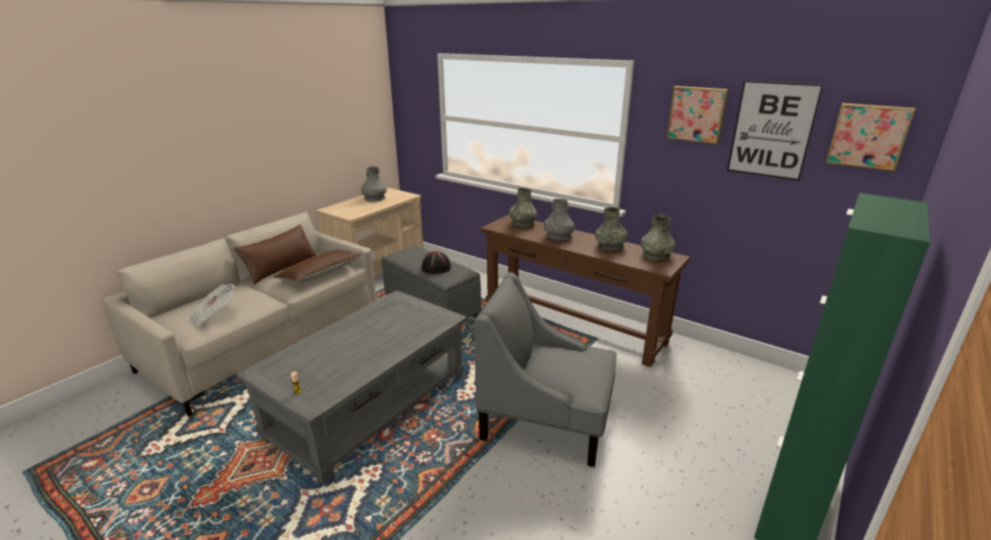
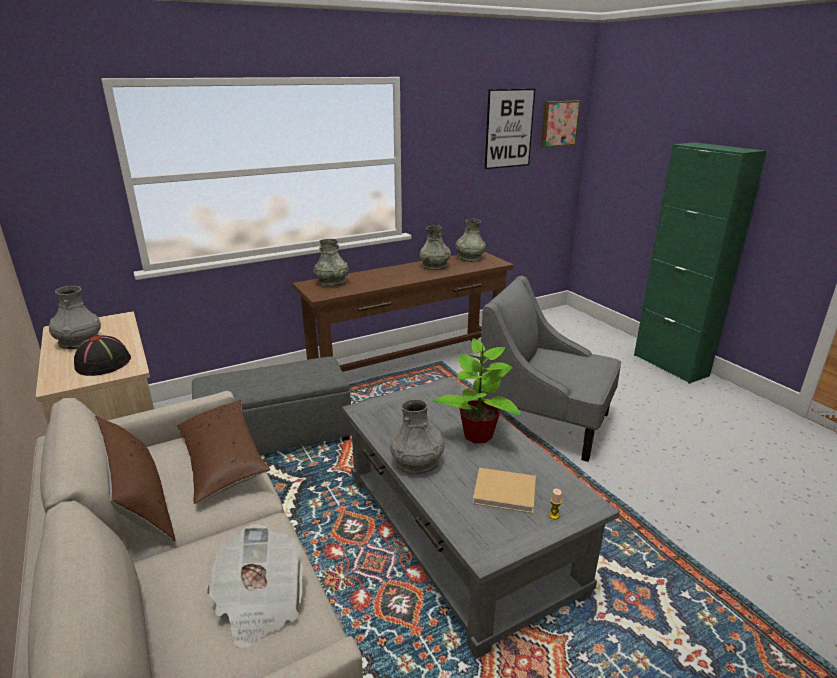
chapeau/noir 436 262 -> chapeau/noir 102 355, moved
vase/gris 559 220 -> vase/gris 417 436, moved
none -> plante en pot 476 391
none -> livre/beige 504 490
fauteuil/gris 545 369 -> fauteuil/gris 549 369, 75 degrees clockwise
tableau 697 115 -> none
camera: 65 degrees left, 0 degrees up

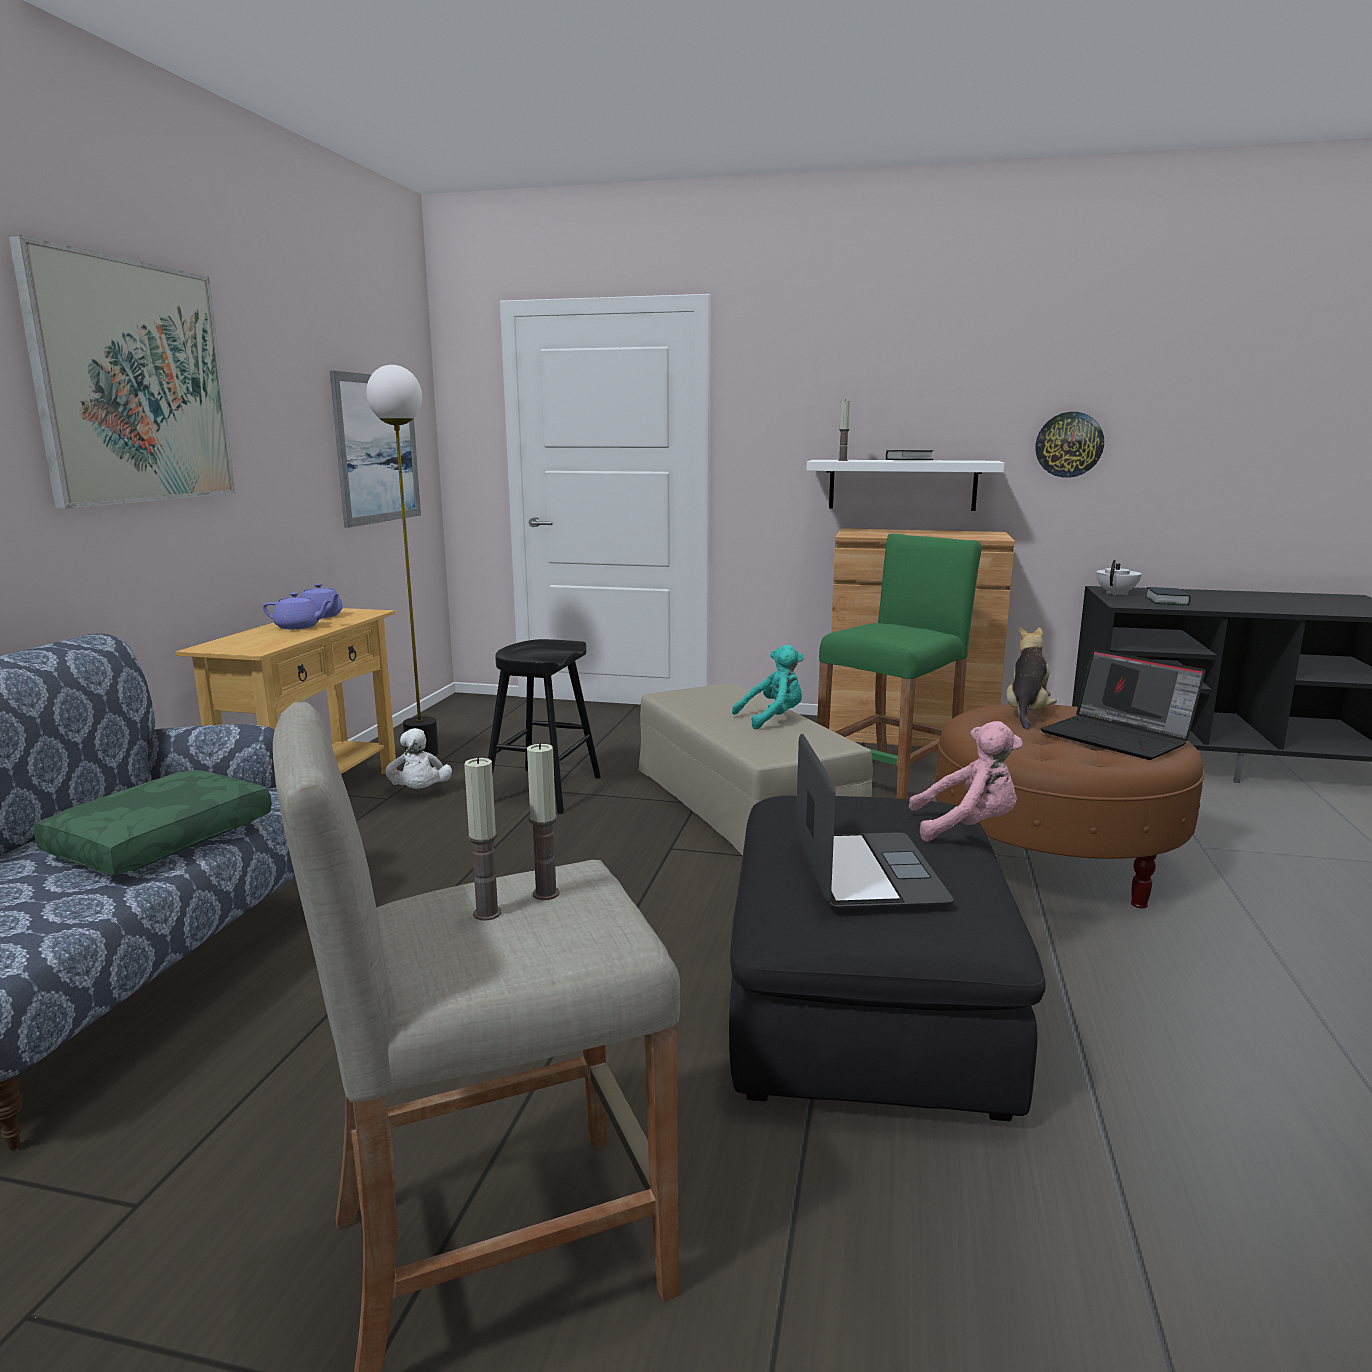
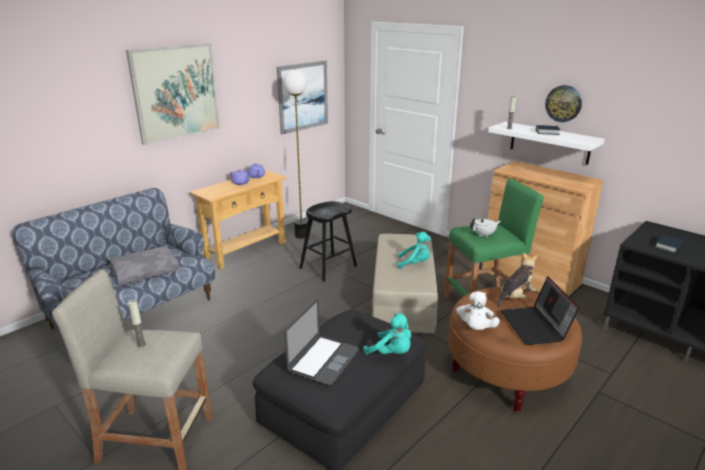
coussin/vert 153 822 -> coussin/gris 144 265
peluche/rose 965 781 -> peluche/turquoise 387 334
peluche/blanc 418 758 -> peluche/blanc 478 310, moved
théière/blanc 1118 577 -> théière/blanc 485 227, moved
horloge murale 1069 445 -> horloge murale 563 103, moved
bougie 543 821 -> none
camera: 30 degrees right, 10 degrees up

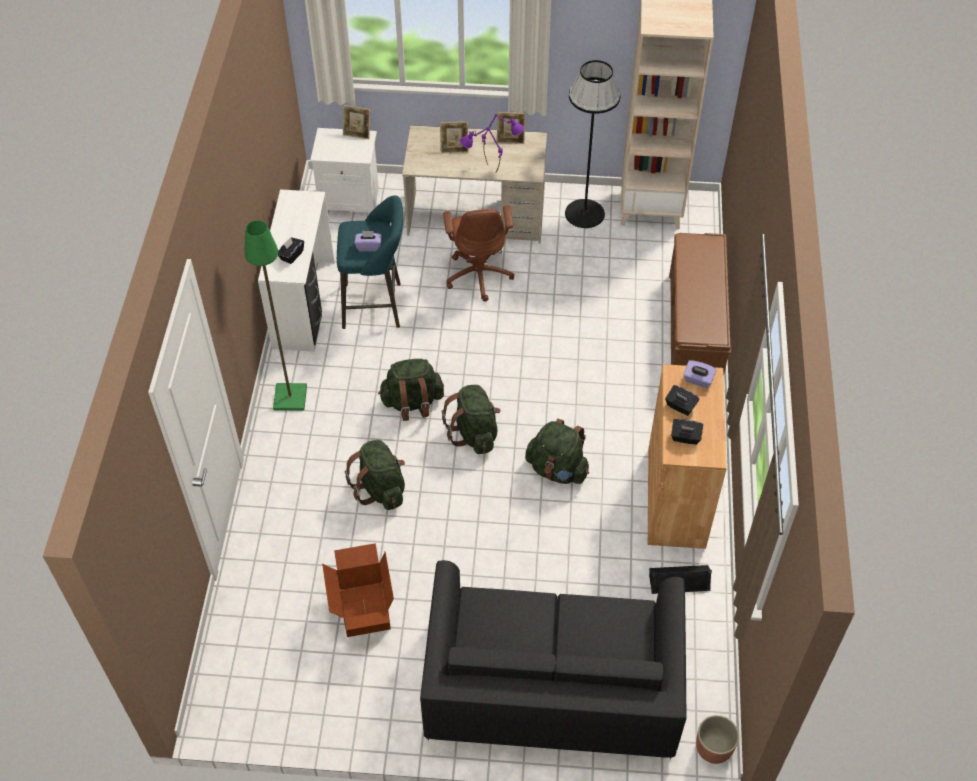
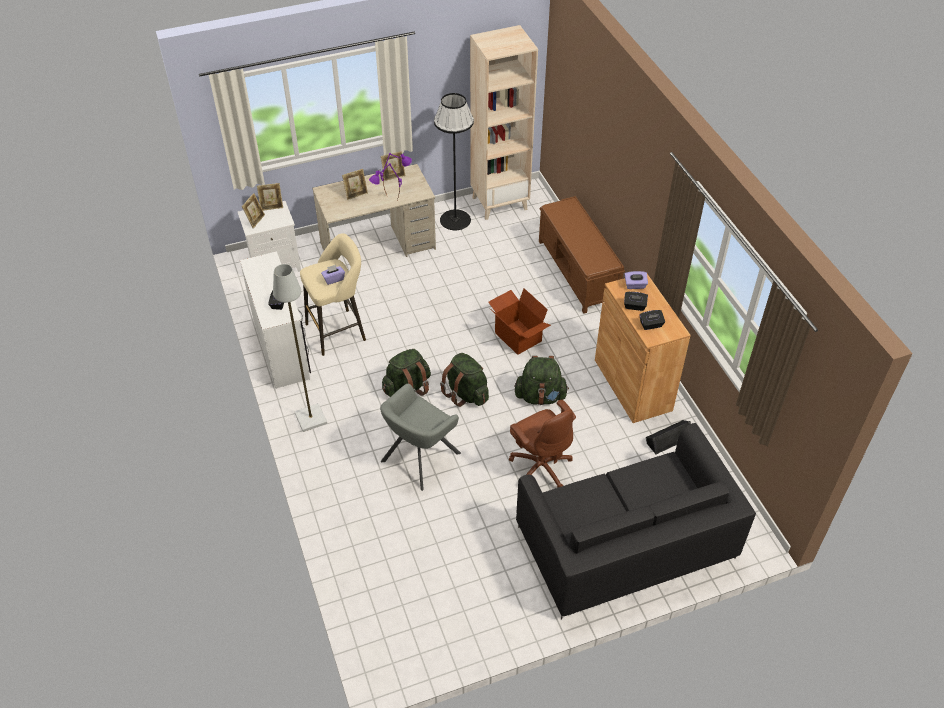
none -> cadre photo 253 210
lampadaire/vert 275 315 -> lampadaire/gris 300 348
tabouret/turquoise 370 262 -> tabouret/beige 333 294
sac à dos/vert 375 475 -> fauteuil/gris 420 437
carton 358 590 -> carton 519 321, moved
chaise de bureau/marron 478 253 -> chaise de bureau/marron 542 444, moved
cache-pot 717 739 -> none
camera: 25 degrees left, 5 degrees down

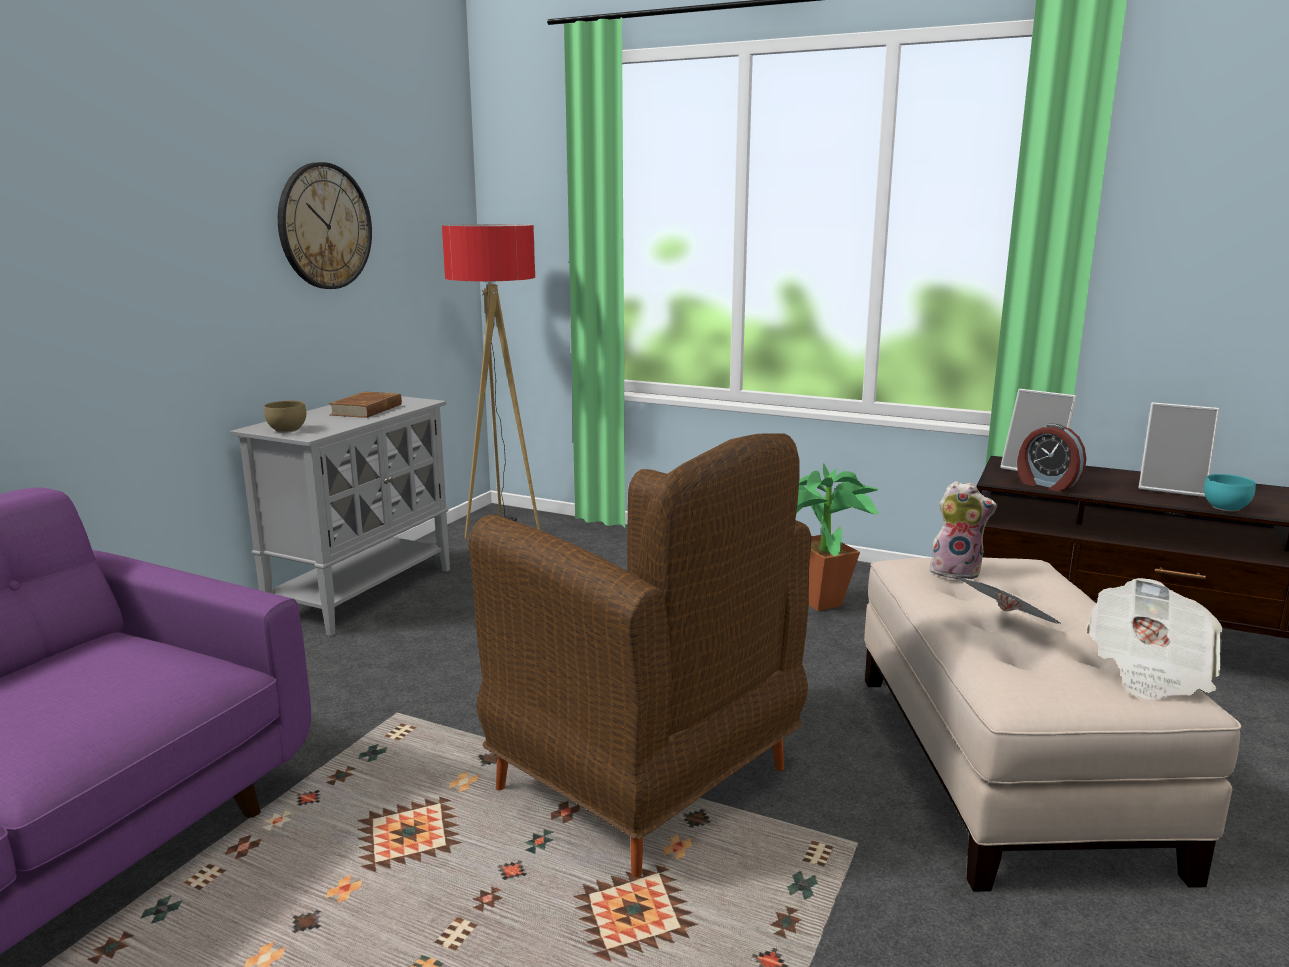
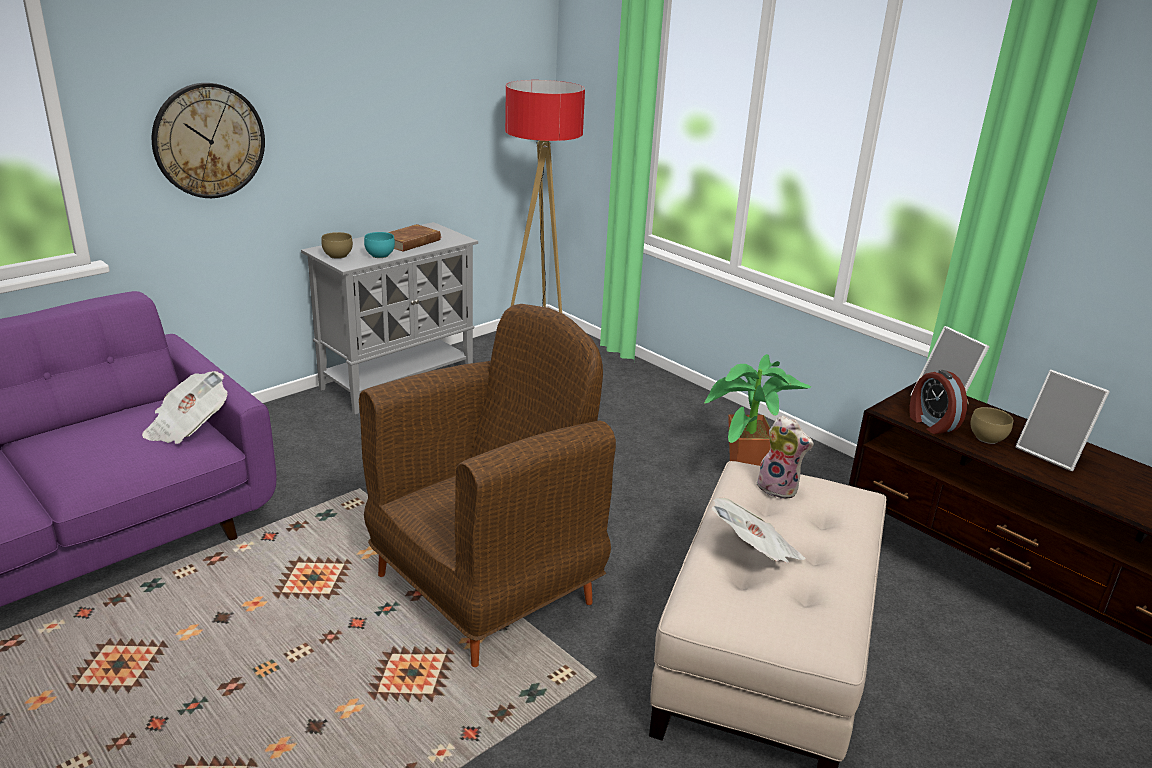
journal 1154 638 -> journal 184 407, moved
horloge murale 325 225 -> horloge murale 208 140, moved
fauteuil/marron 640 655 -> fauteuil/marron 487 485, 105 degrees counterclockwise
bol/turquoise 1230 492 -> bol/turquoise 379 245, moved
none -> bol/marron 992 425
camera: 20 degrees right, 10 degrees up

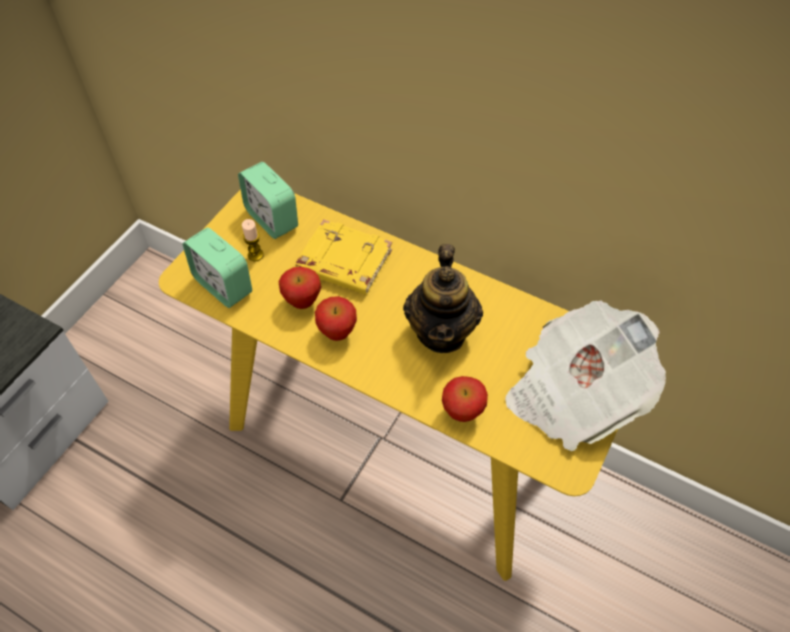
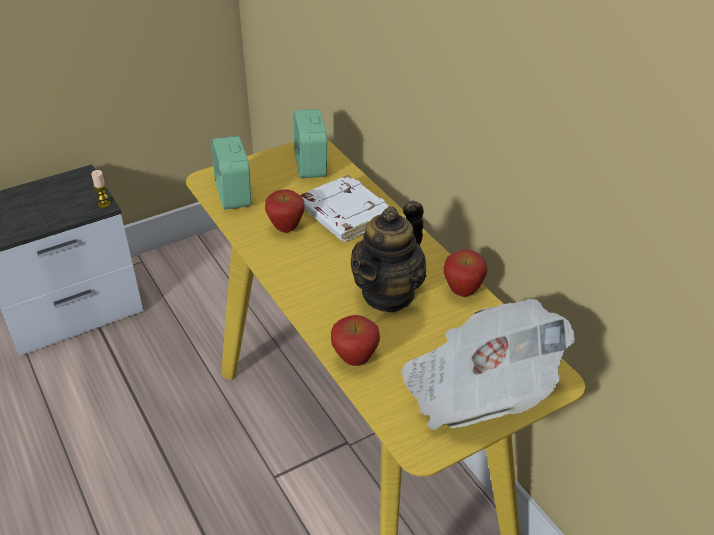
bougie 253 240 -> bougie 101 189, moved
livre/jaune 343 257 -> livre/blanc 345 208
pomme 336 318 -> pomme 465 273, moved
camera: 30 degrees right, 15 degrees down

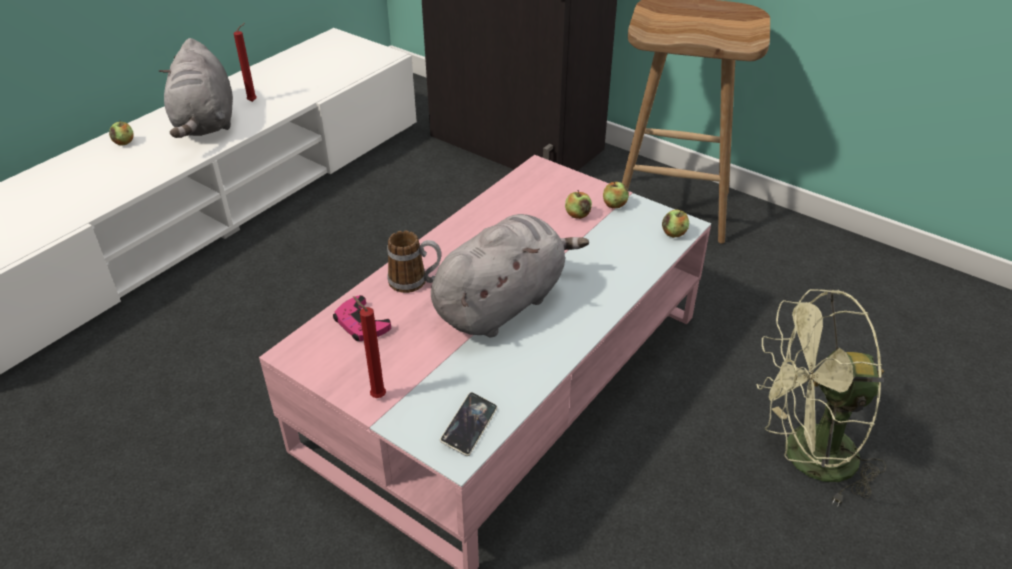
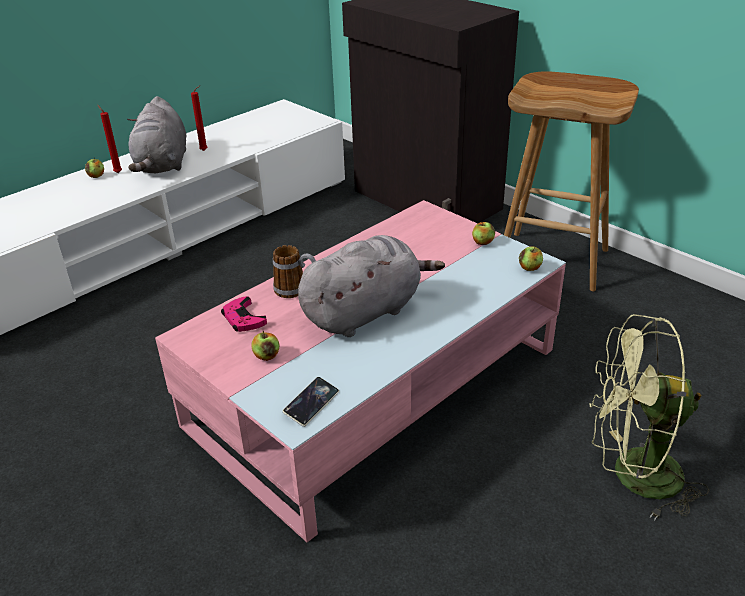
bougie/rouge 369 347 -> bougie/rouge 110 139, moved
pomme 578 204 -> pomme 265 346, moved
camera: 10 degrees right, 5 degrees down

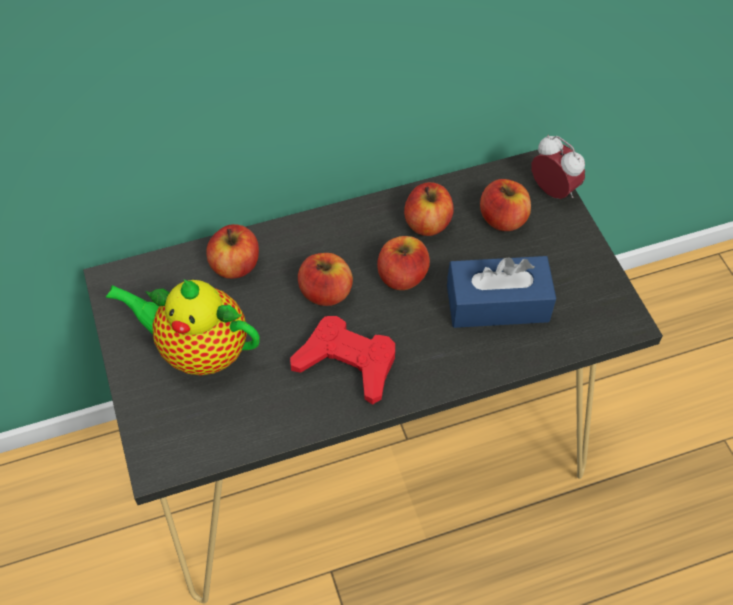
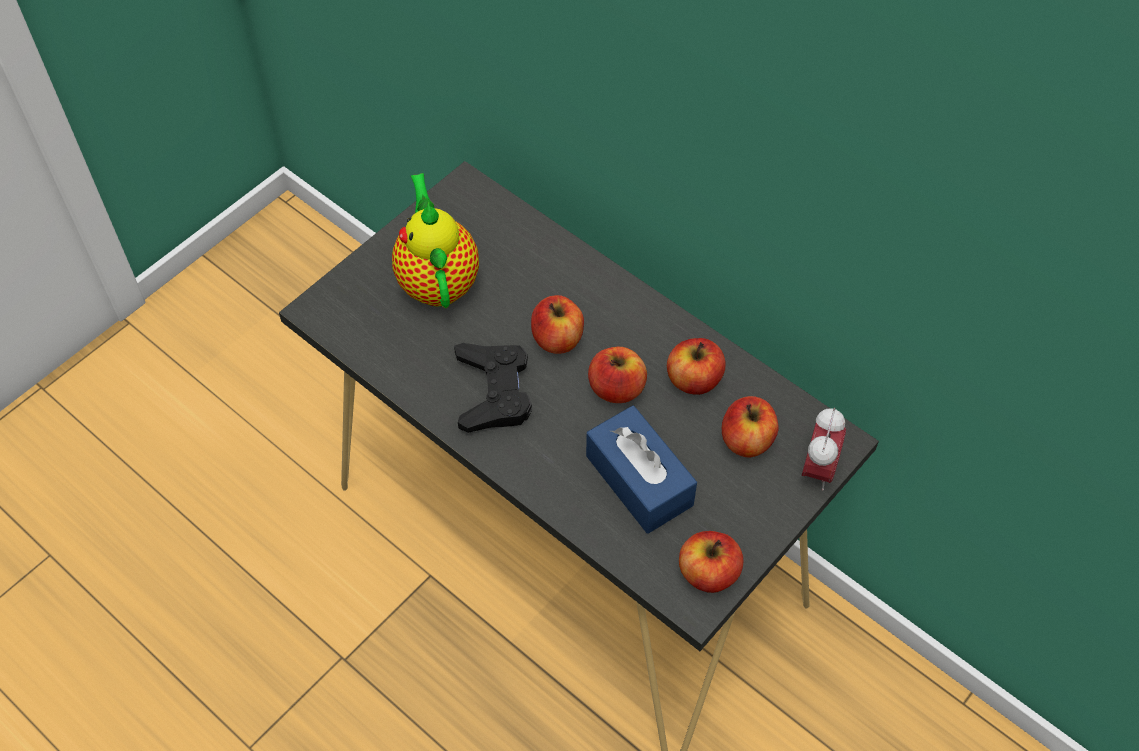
manette/rouge 342 360 -> manette/noir 493 388
pomme 232 251 -> pomme 711 562, moved
camera: 60 degrees right, 0 degrees up

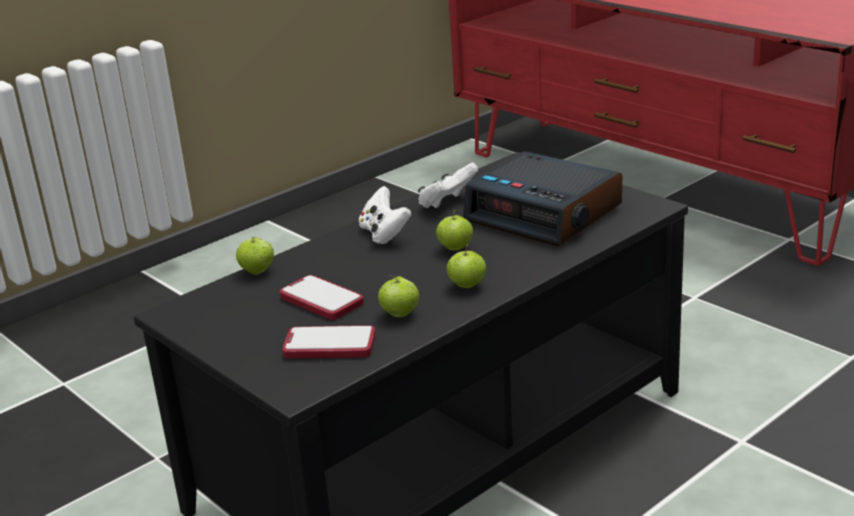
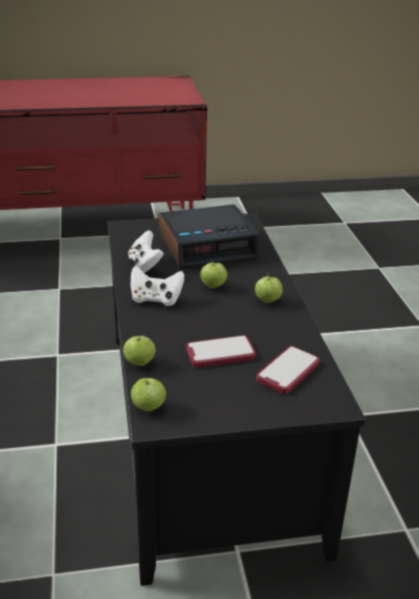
pomme 398 296 -> pomme 148 394, moved
camera: 60 degrees left, 5 degrees up

